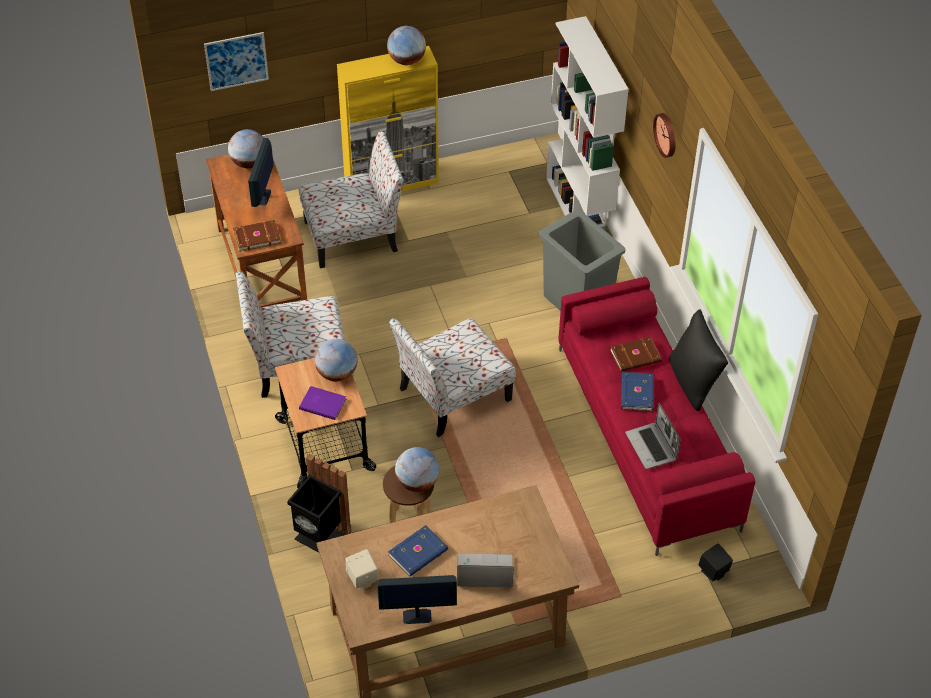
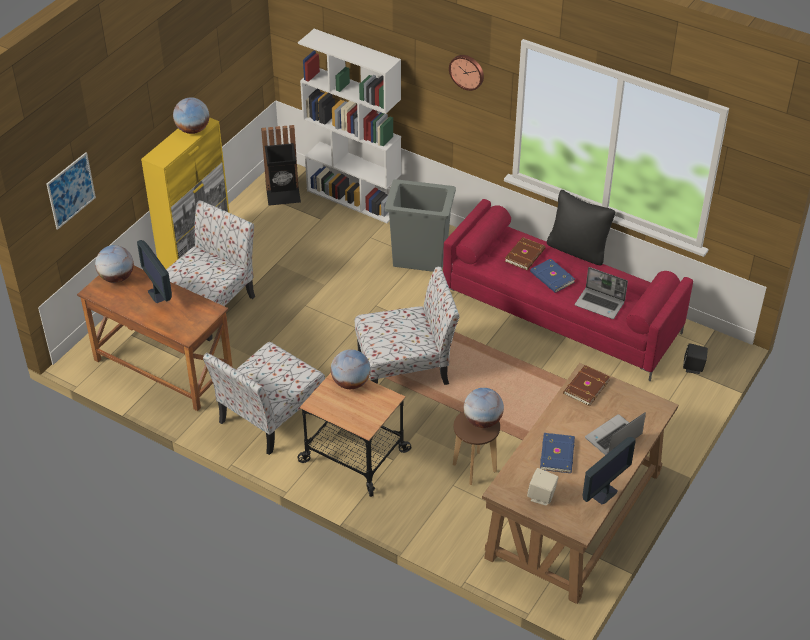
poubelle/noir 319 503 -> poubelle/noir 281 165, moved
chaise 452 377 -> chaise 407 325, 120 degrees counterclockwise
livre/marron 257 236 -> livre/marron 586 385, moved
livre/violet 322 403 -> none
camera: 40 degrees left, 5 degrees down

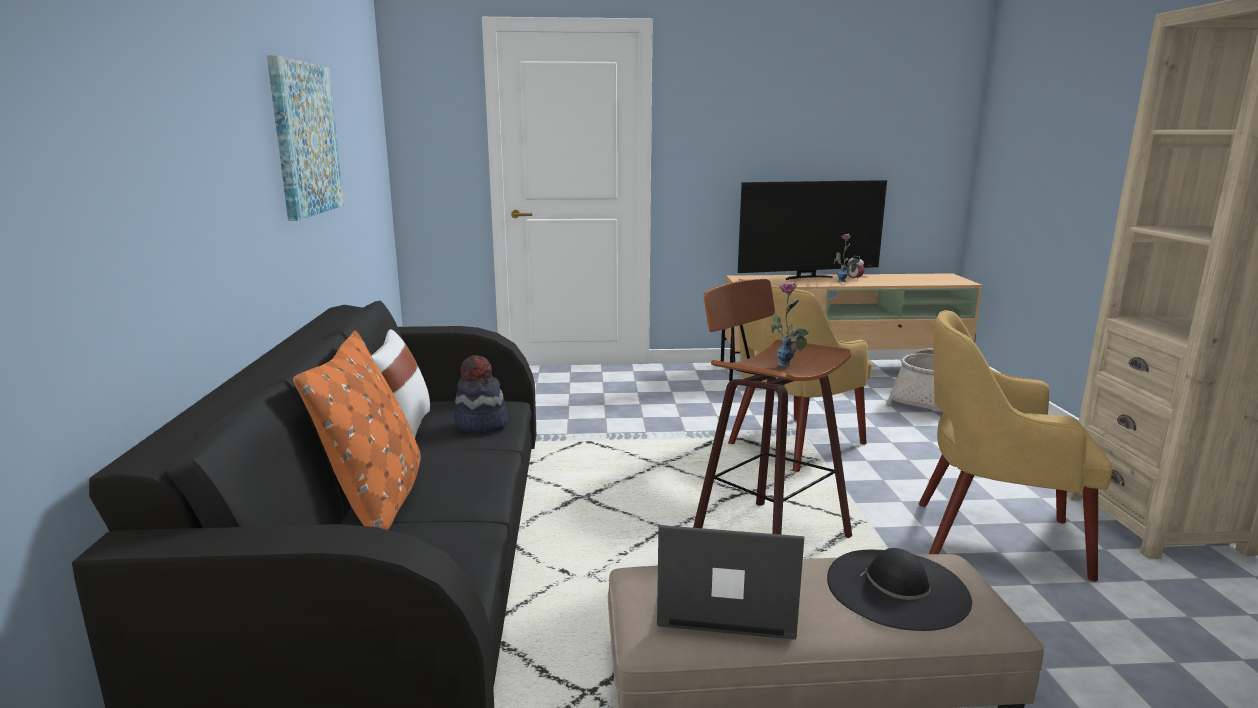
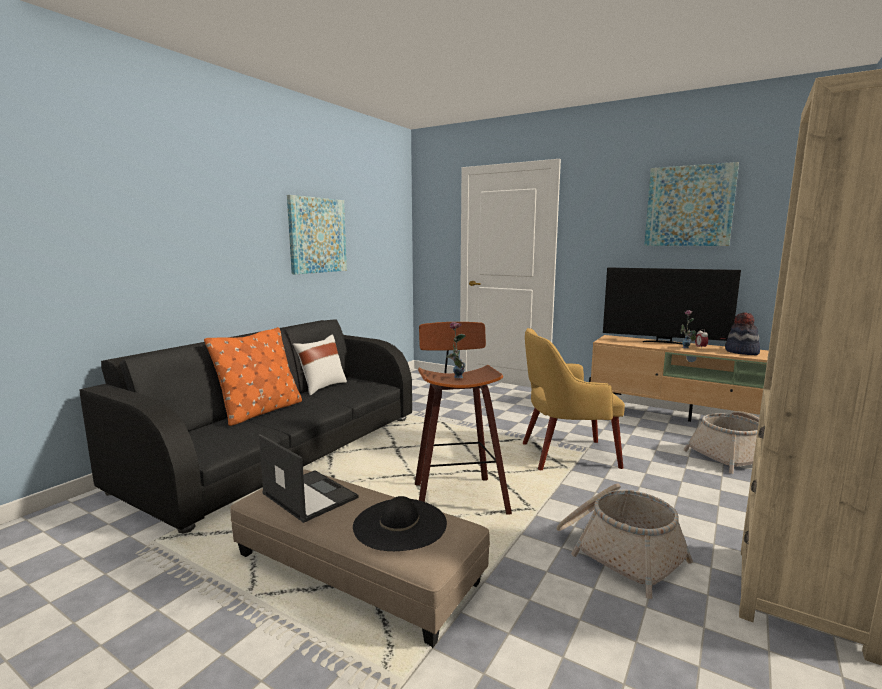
fauteuil/jaune 1016 446 -> panier 624 541
none -> tableau 691 204
chapeau 480 394 -> chapeau 742 333, moved
camera: 35 degrees right, 5 degrees down

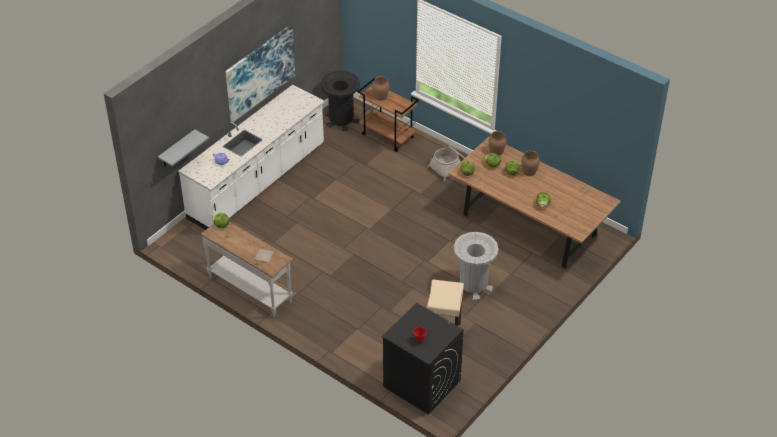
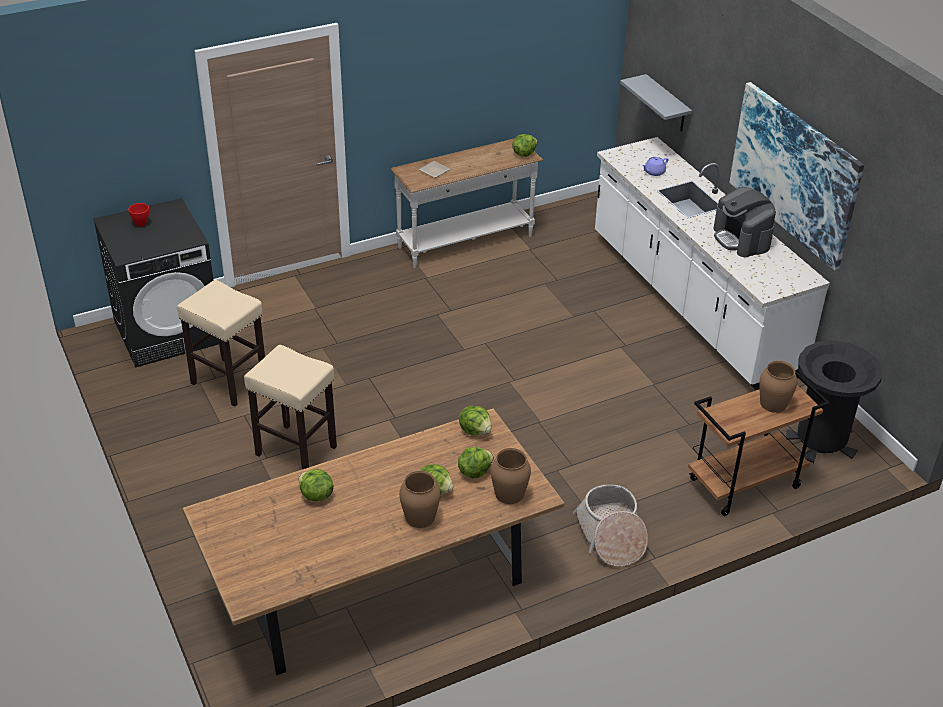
poubelle/gris 476 266 -> tabouret/beige 290 407
none -> machine à café 745 222
camera: 115 degrees right, 5 degrees down

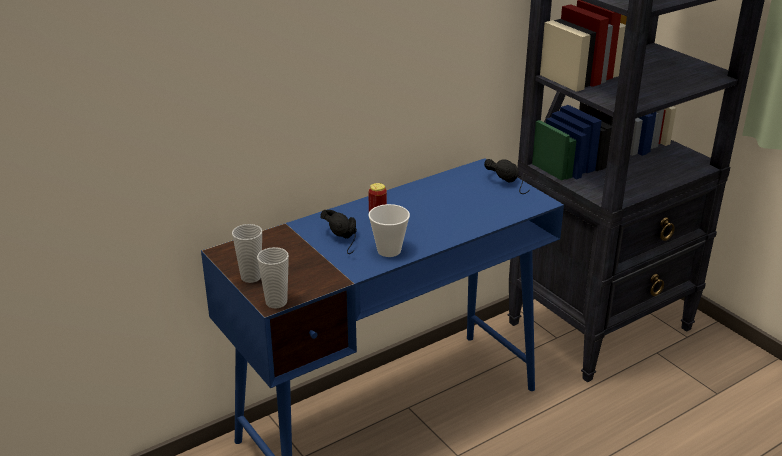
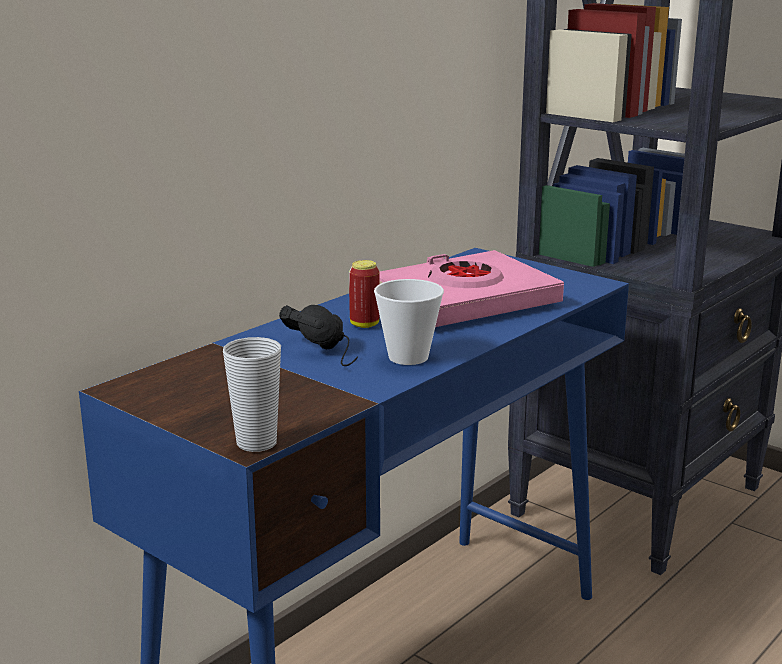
none -> livre/rose 471 288
tasse 247 253 -> none
casque audio/noir 507 176 -> none
camera: 15 degrees left, 10 degrees down

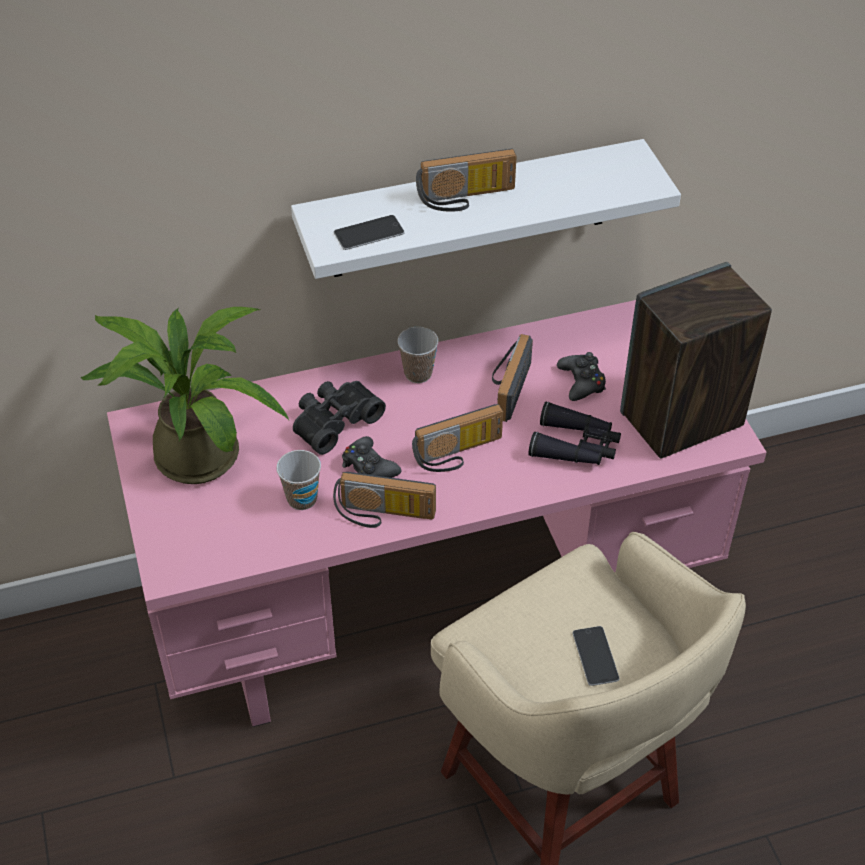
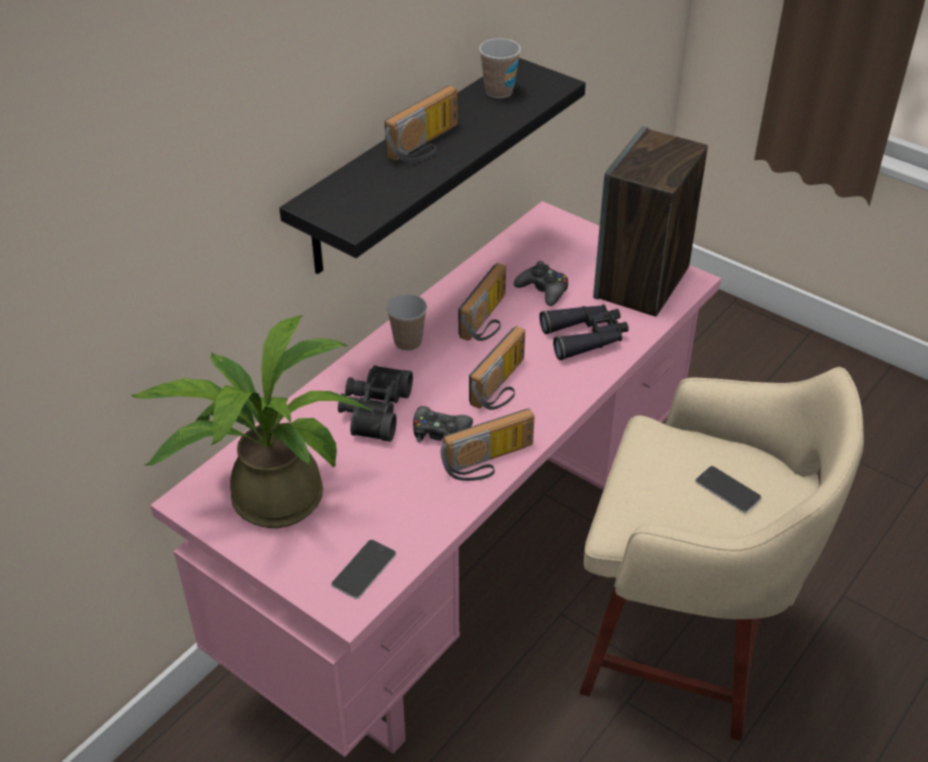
étagère/blanc 486 209 -> étagère/noir 432 166
téléphone 369 232 -> téléphone 363 569, moved
radio 512 378 -> radio 482 302, 135 degrees counterclockwise
tasse 298 480 -> tasse 500 68, moved
camera: 35 degrees left, 5 degrees down

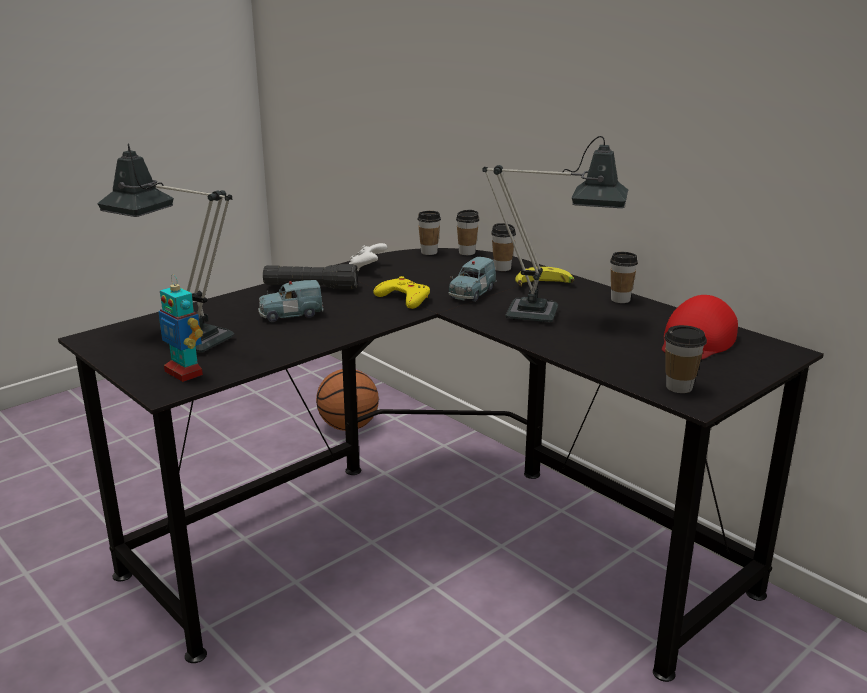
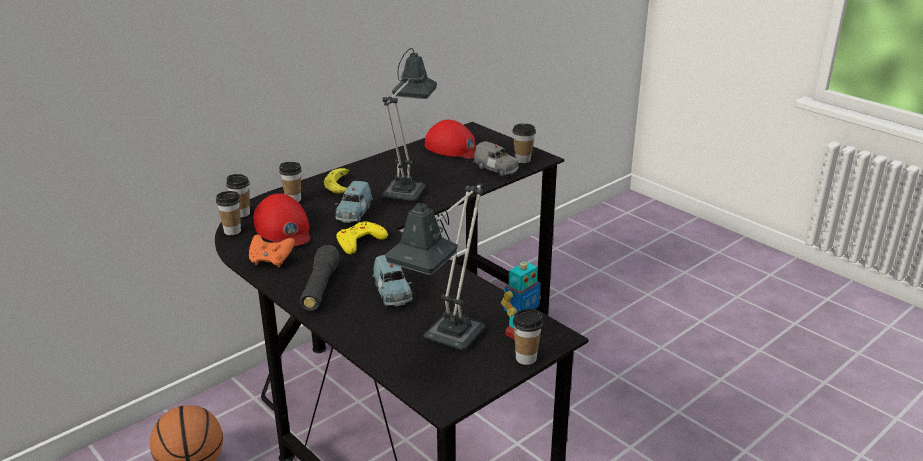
manette/blanc 368 257 -> manette/orange 272 251
none -> casquette/rouge 282 220
petite voiture/bleu 472 279 -> petite voiture/bleu 354 202, 75 degrees clockwise
none -> petite voiture/gris 496 159
tasse 624 277 -> tasse 528 337, moved
camera: 90 degrees left, 5 degrees up

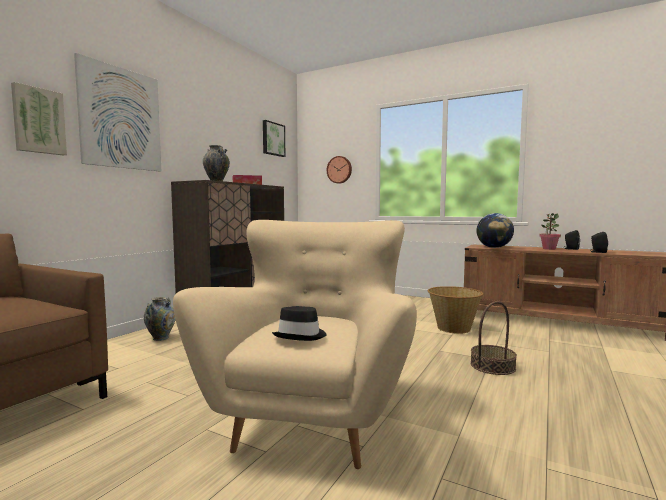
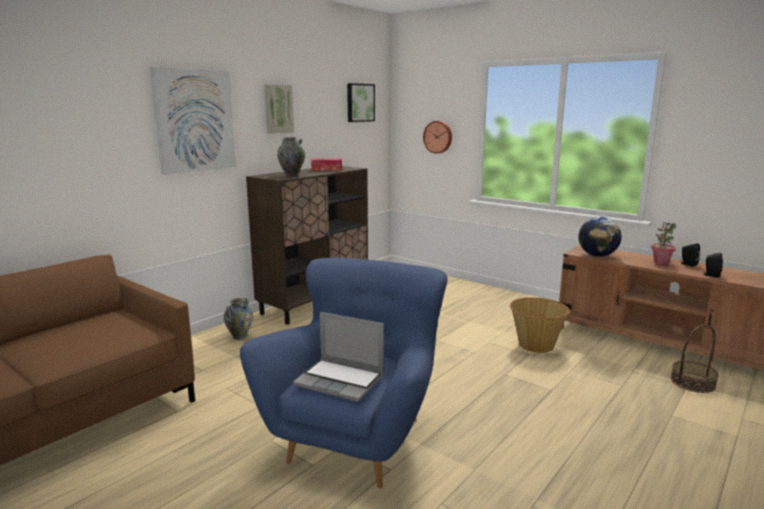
fauteuil/beige 295 344 -> fauteuil/bleu 344 372
tableau 39 118 -> tableau 279 109, moved
chapeau/noir 299 323 -> ordinateur portable 338 357
panier 493 338 -> panier 695 359, moved
camera: 10 degrees right, 10 degrees up

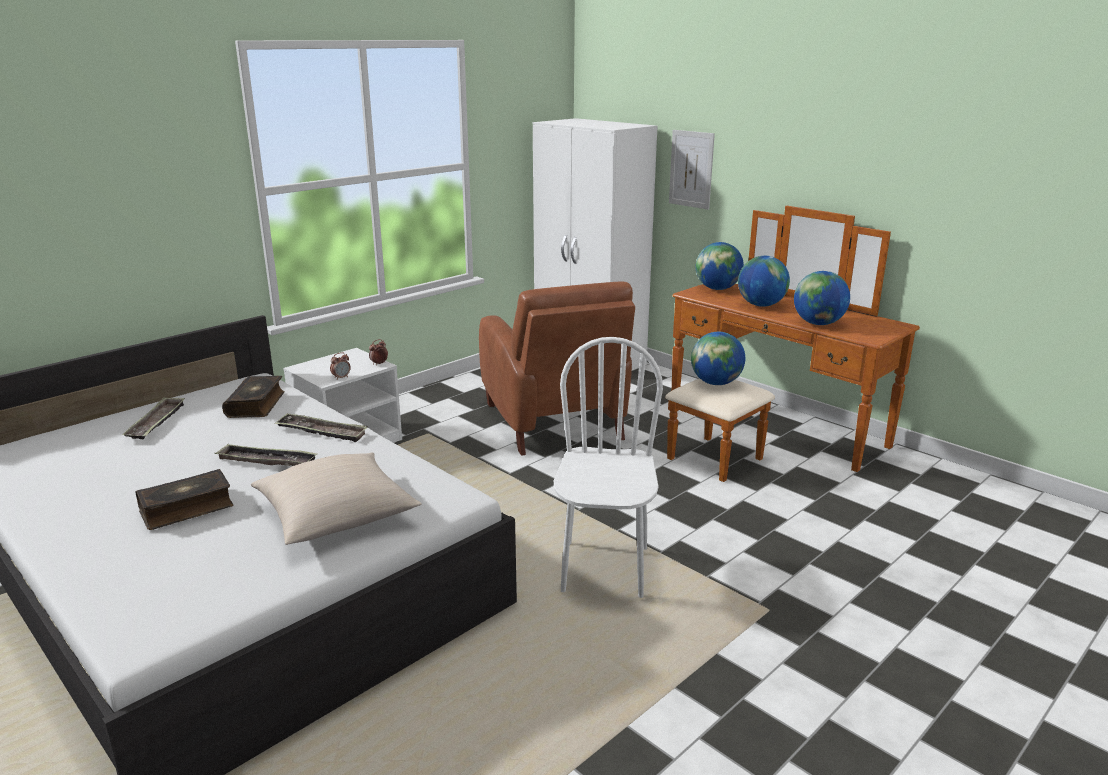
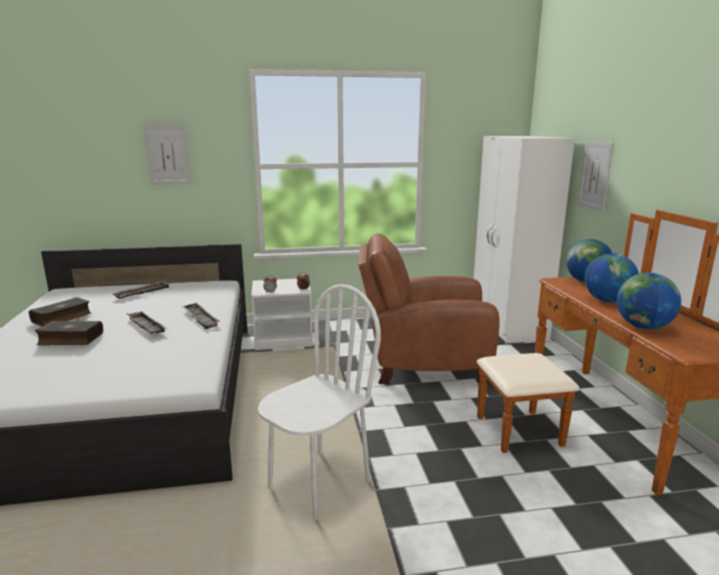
livre 253 397 -> livre 60 312, moved
none -> tableau 167 155
fauteuil/marron 557 369 -> fauteuil/marron 429 309, 75 degrees clockwise
coussin/beige 336 498 -> none
globe 718 358 -> none
camera: 35 degrees right, 5 degrees down

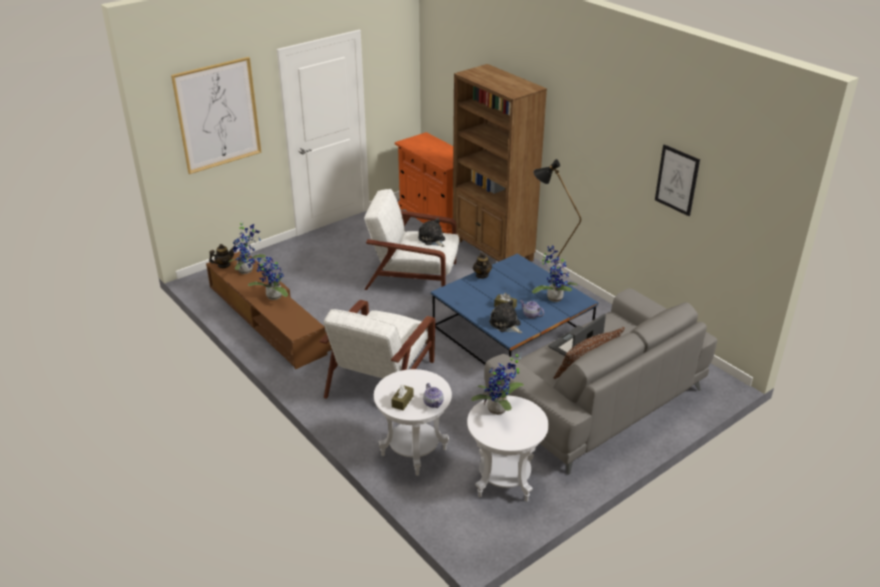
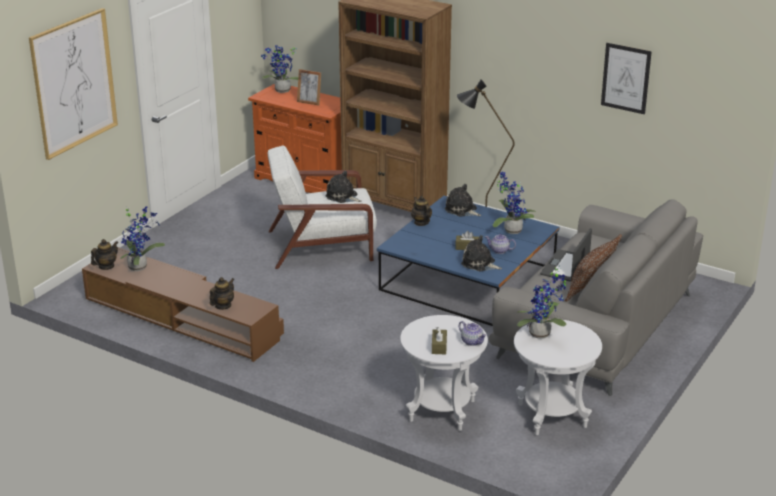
none -> théière 222 293
plante en pot 268 278 -> plante en pot 279 69, moved
none -> cadre photo 309 87
none -> peluche 462 200
fauteuil/blanc 377 349 -> none
camera: 20 degrees left, 5 degrees down

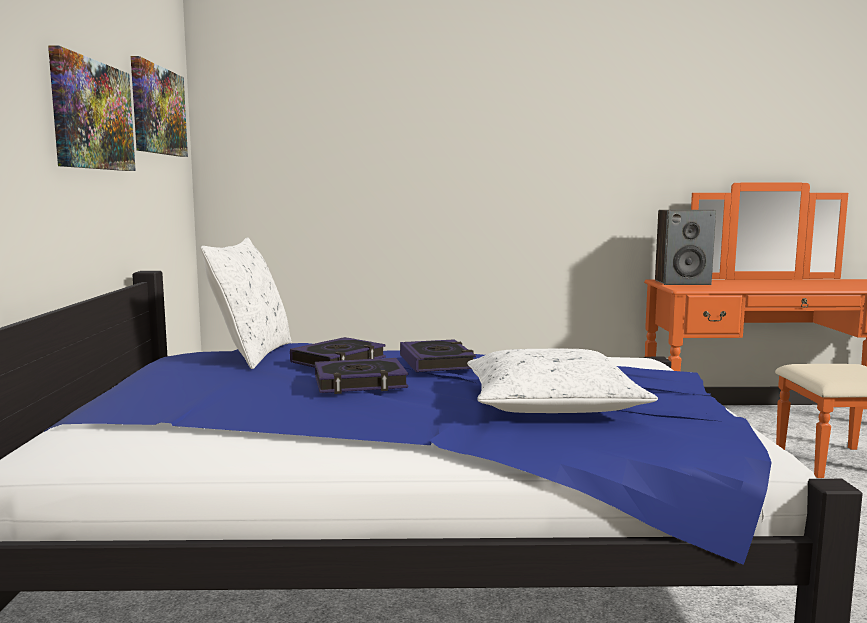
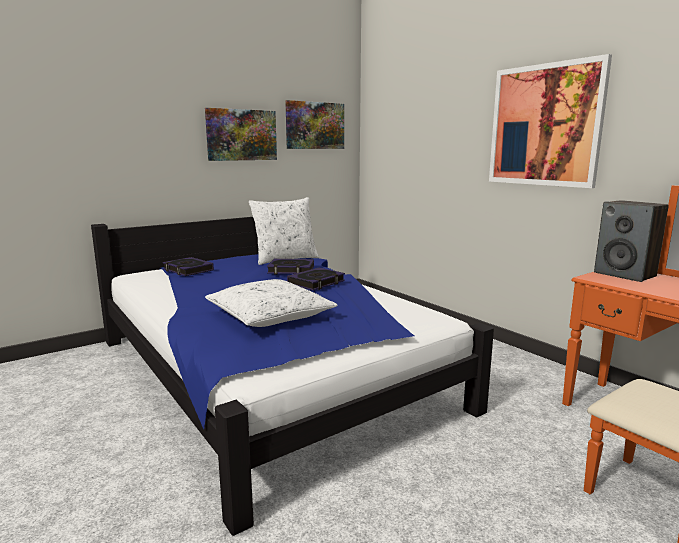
livre 361 376 -> livre 188 266, moved
none -> tableau 550 121
camera: 55 degrees right, 5 degrees up

